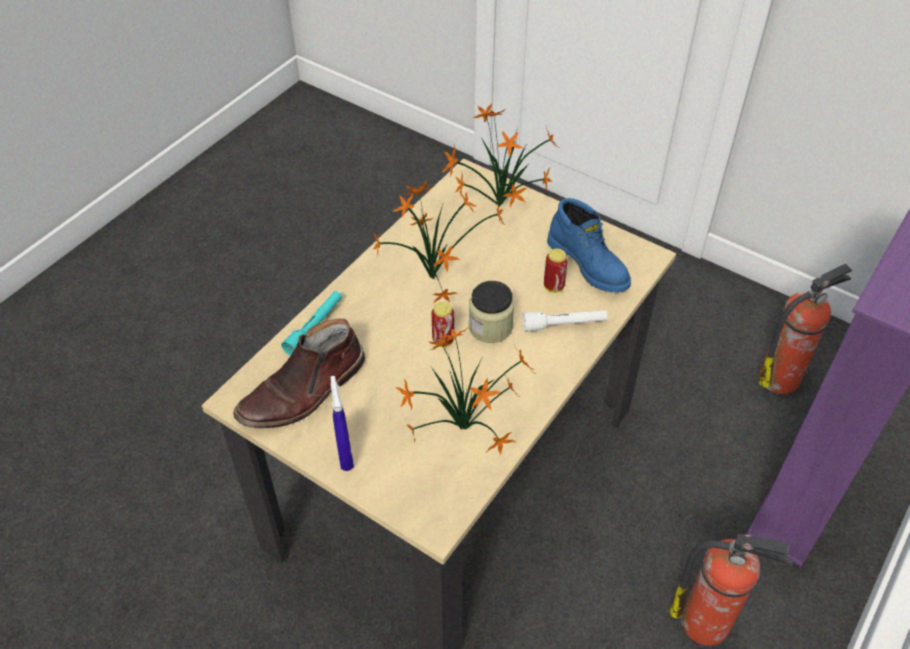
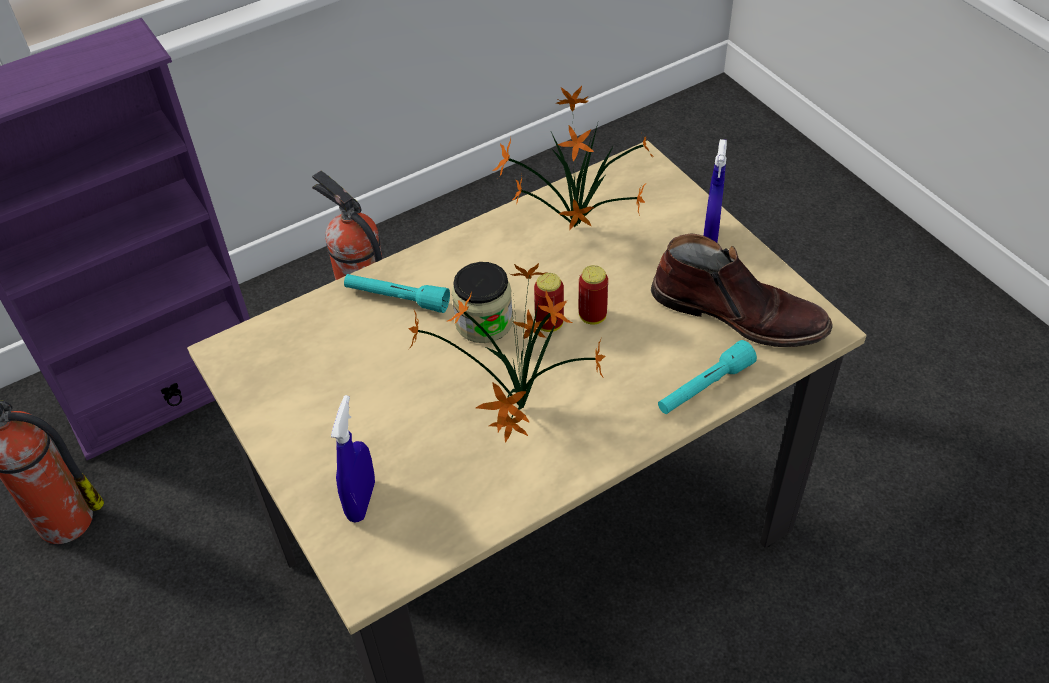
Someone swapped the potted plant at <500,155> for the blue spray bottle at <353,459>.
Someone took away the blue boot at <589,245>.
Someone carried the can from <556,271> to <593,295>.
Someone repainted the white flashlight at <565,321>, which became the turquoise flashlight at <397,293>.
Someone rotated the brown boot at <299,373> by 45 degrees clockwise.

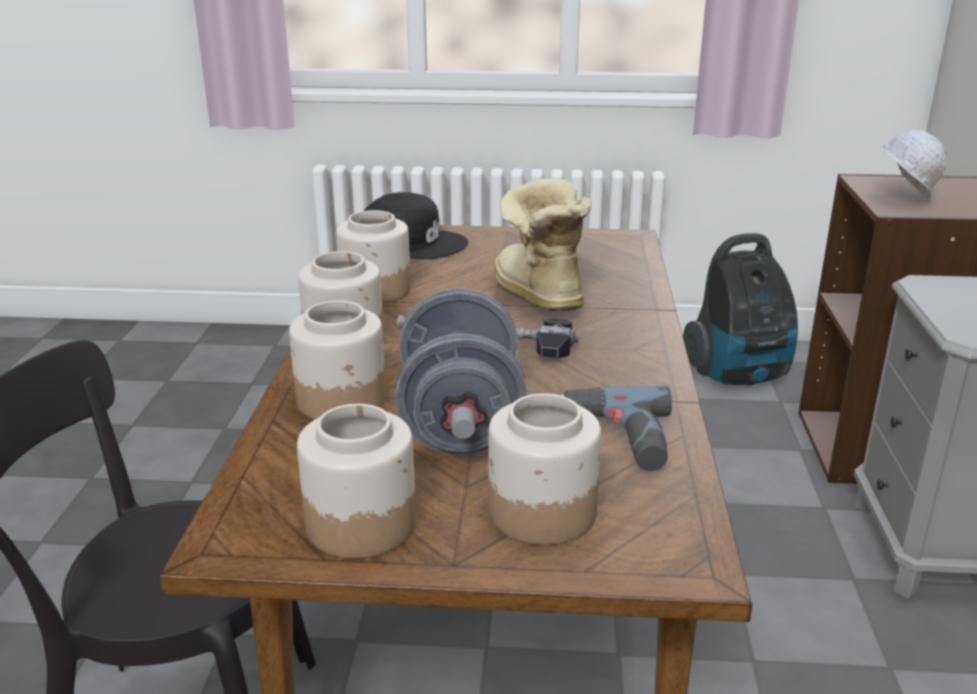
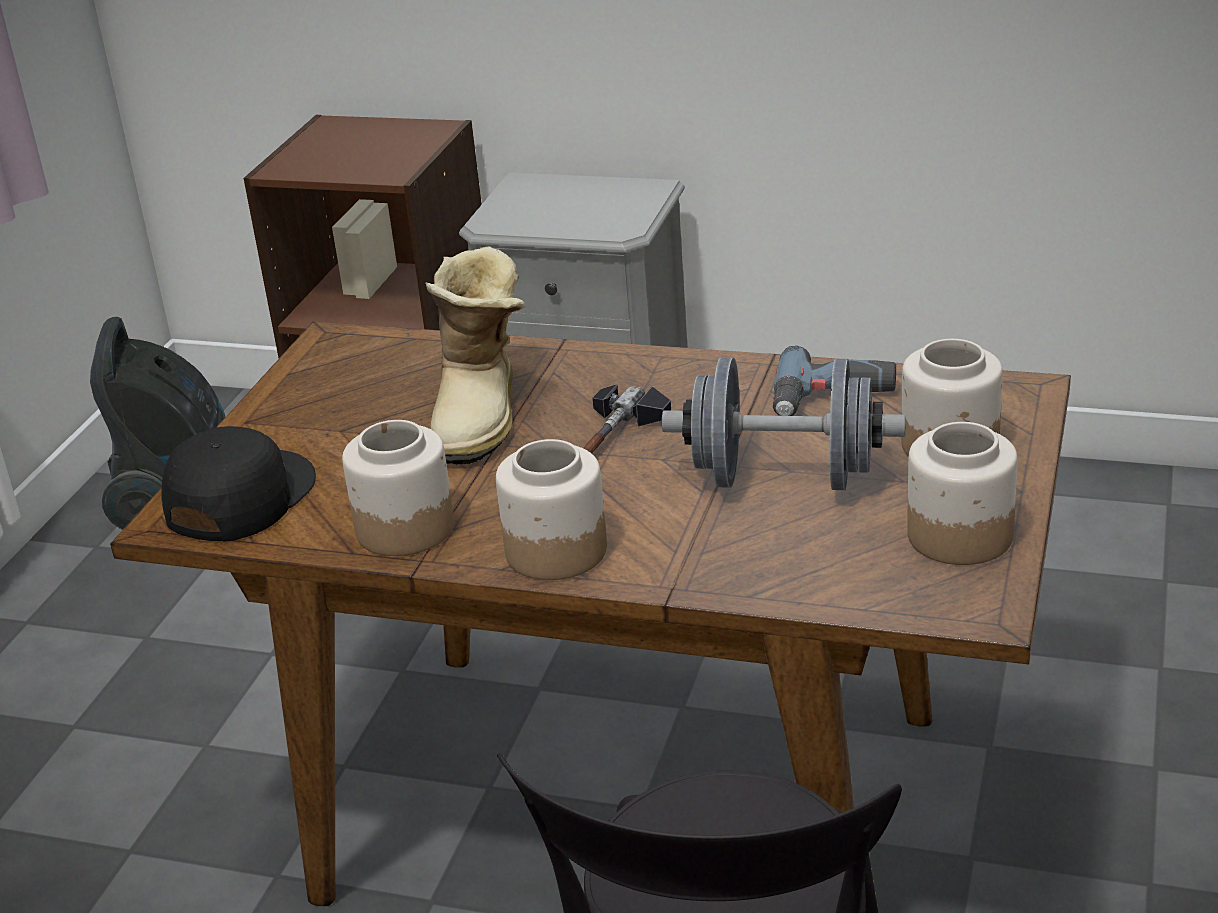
Someone took away the white hard hat at <913,165>.
Someone rotated the boot at <543,244> by 75 degrees counterclockwise.
Someone took away the jar at <337,359>.

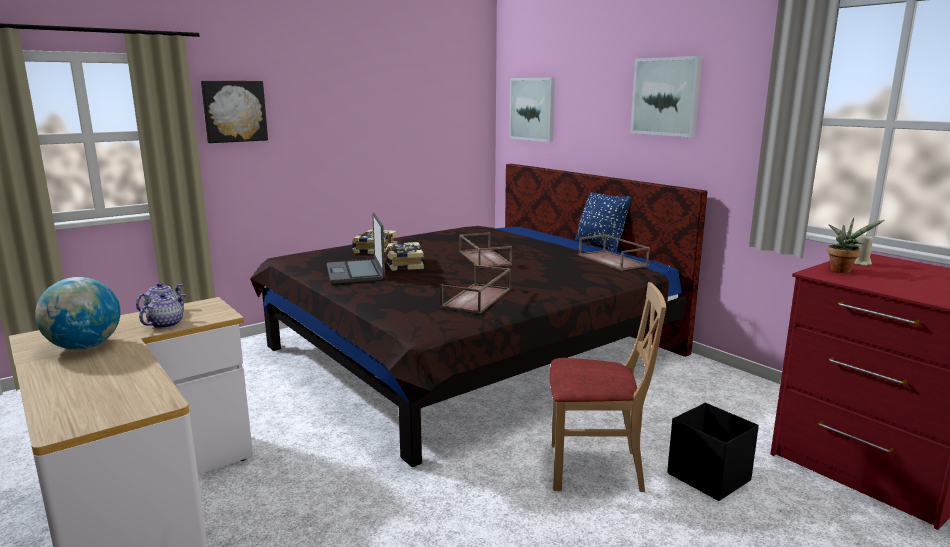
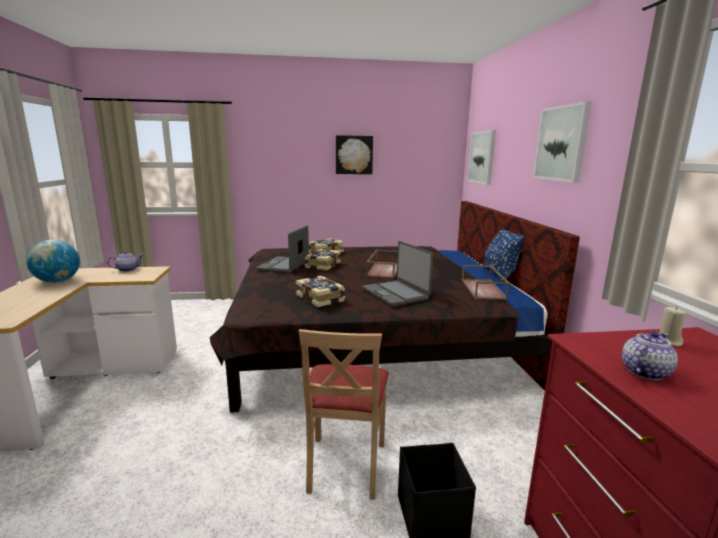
Someone carried the picture from <234,112> to <354,154>.
Someone took away the potted plant at <855,245>.
Someone swapped the brown tray at <475,289> for the book at <320,291>.
Someone rotated the beige chair at <608,387> by 60 degrees clockwise.
Someone carried the teapot from <162,311> to <650,355>.
Someone put down the laptop at <397,273>.

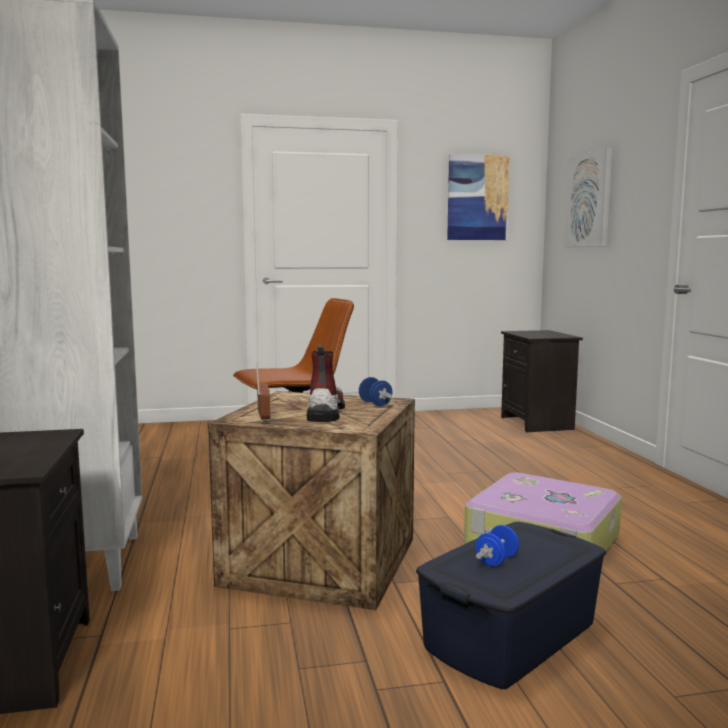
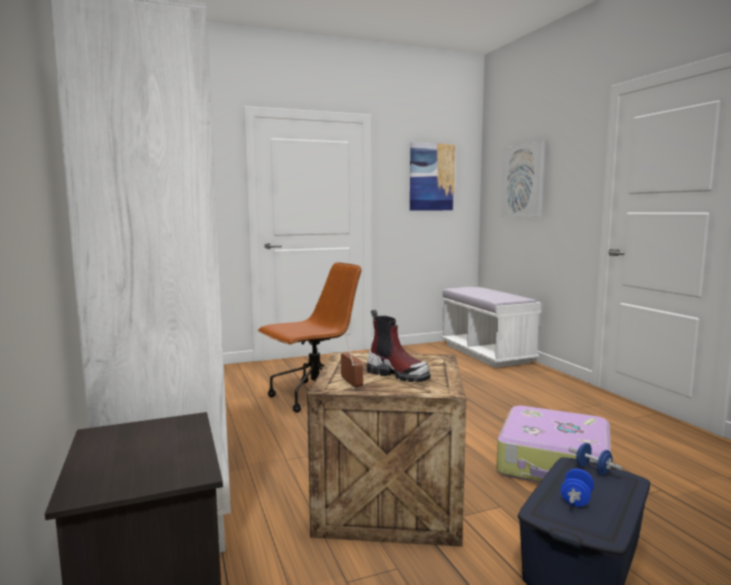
Someone swapped the black nightstand at <542,381> for the white bench at <491,327>.
Someone rotated the boot at <326,384> by 135 degrees clockwise.
Someone carried the blue dumbbell from <375,391> to <595,459>.

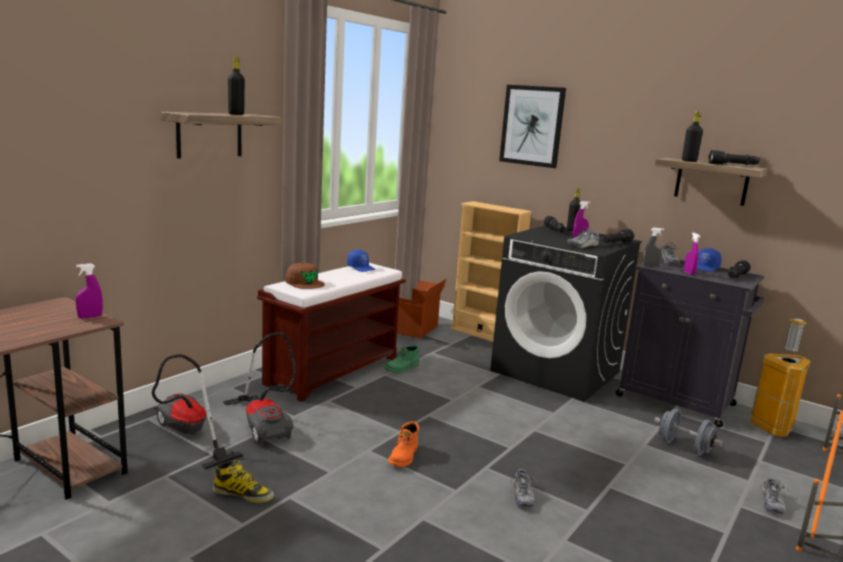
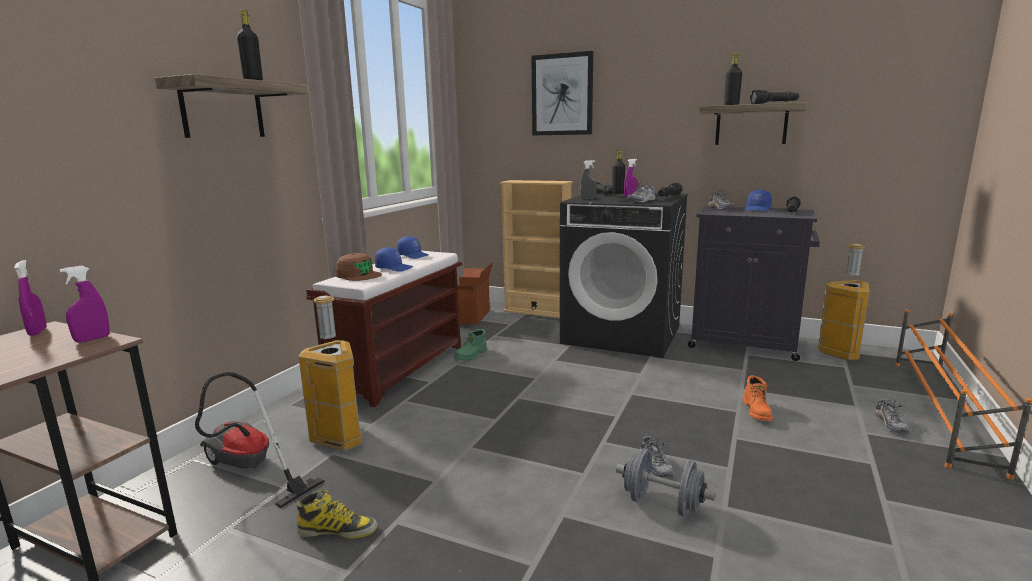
Someone carried the grey spray bottle from <653,248> to <588,179>.
Someone carried the purple spray bottle from <692,253> to <30,298>.
Someone swapped the vacuum cleaner at <259,389> for the trash can at <330,373>.
Someone carried the grey dumbbell from <688,431> to <666,482>.
Someone carried the orange boot from <403,444> to <757,398>.
Someone put down the blue cap at <394,259>.

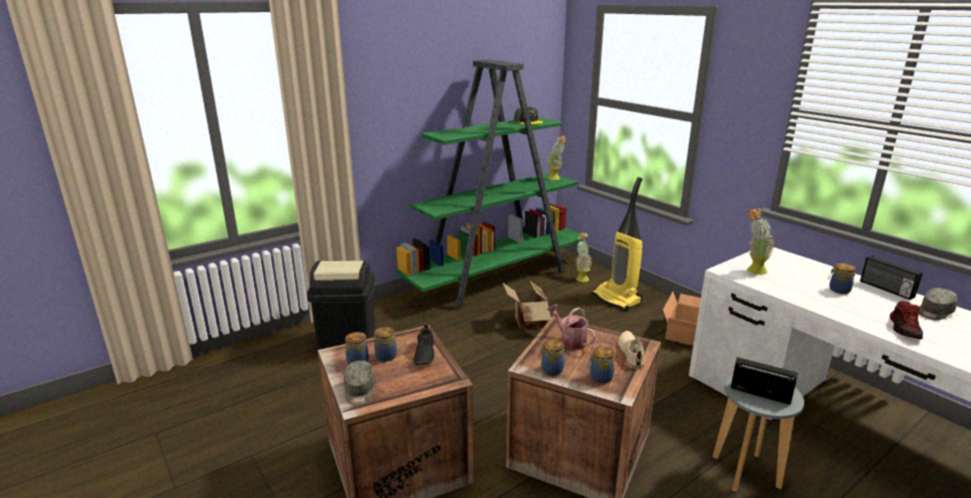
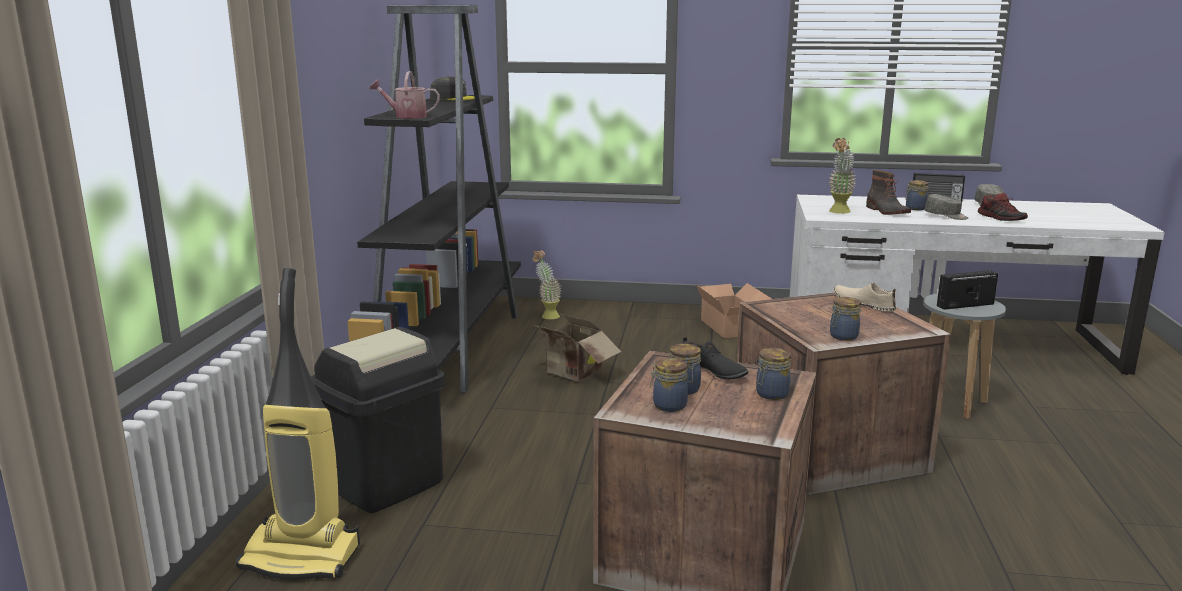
Someone repainted the green bookcase at <491,185>, which became the black bookcase at <434,199>.
Someone took away the potted plant at <556,157>.
Someone carried the vacuum cleaner from <617,244> to <298,424>.
Someone carried the watering can from <571,327> to <404,95>.
Someone carried the jar from <601,364> to <773,374>.
Someone carried the grey cap from <359,383> to <946,207>.
Someone put down the boot at <888,192>.

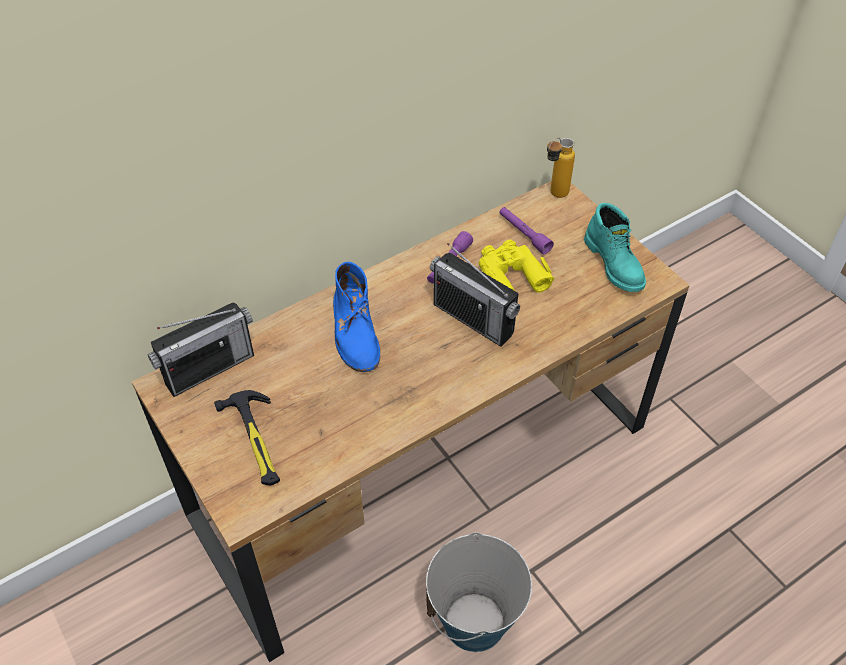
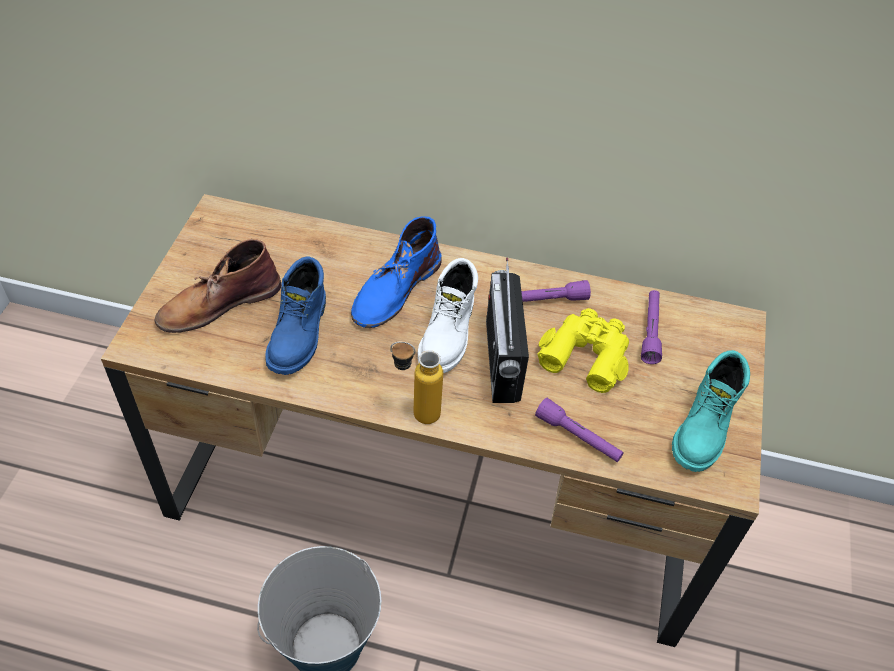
Someone carried the bottle from <561,168> to <416,382>.
Someone took away the radio at <200,349>.
Someone swapped the hammer at <247,438> for the brown boot at <218,286>.
Someone put down the blue boot at <296,316>.
Someone put down the white boot at <448,315>.
Someone put down the purple flashlight at <579,430>.

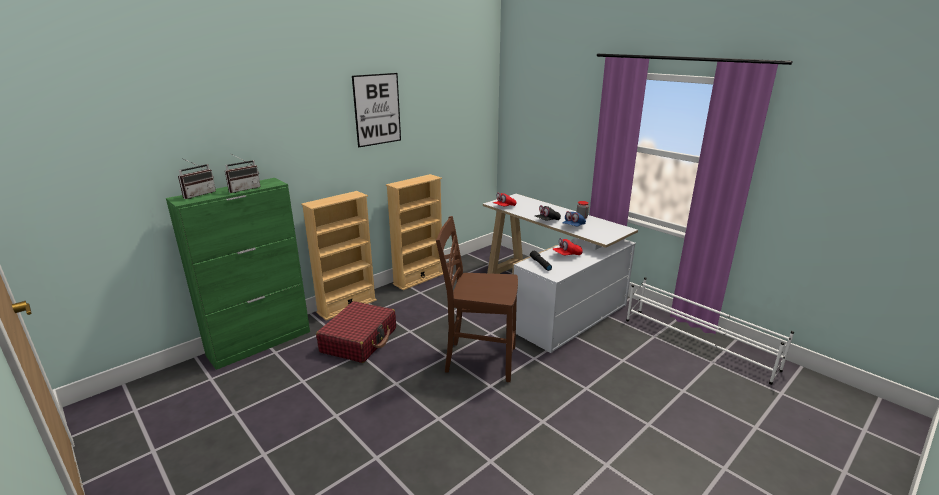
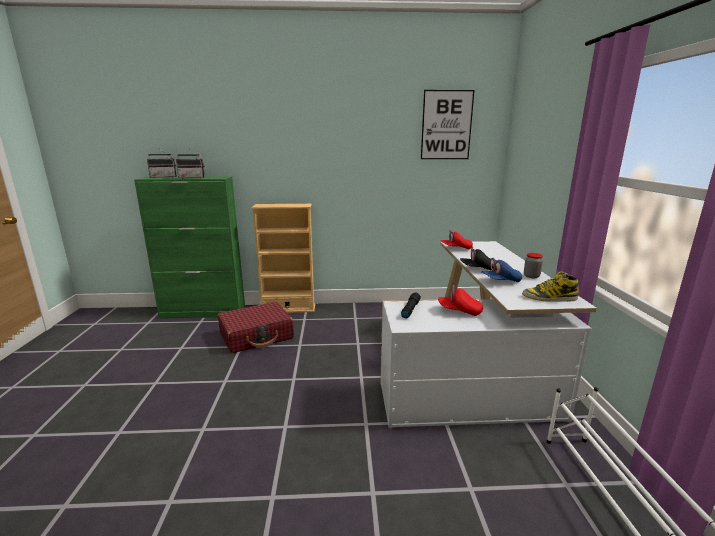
Someone carried the picture from <376,110> to <447,124>.
Someone took away the beige bookcase at <414,232>.
Someone took away the brown chair at <477,299>.
Someone put down the boot at <550,287>.

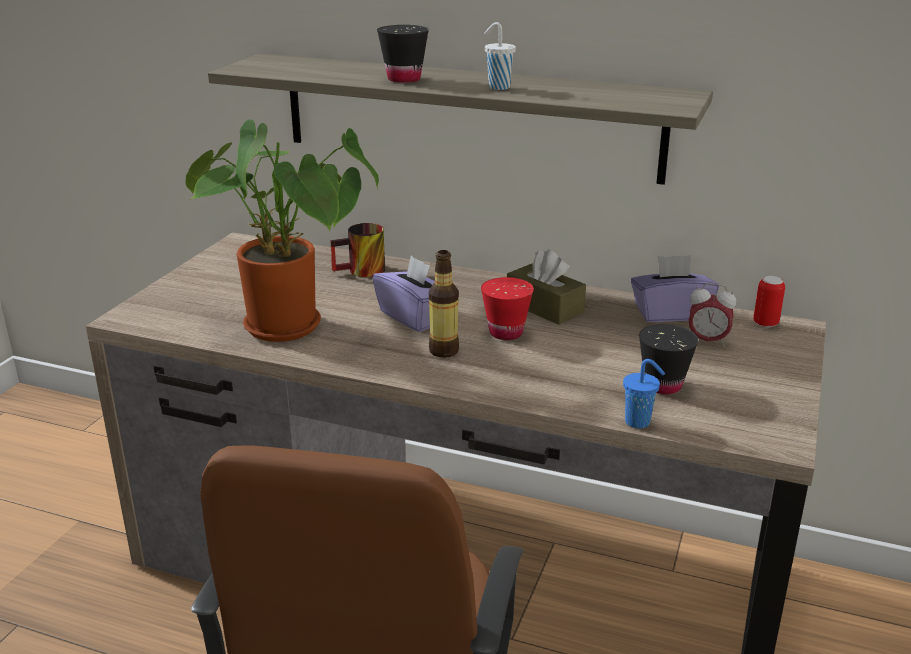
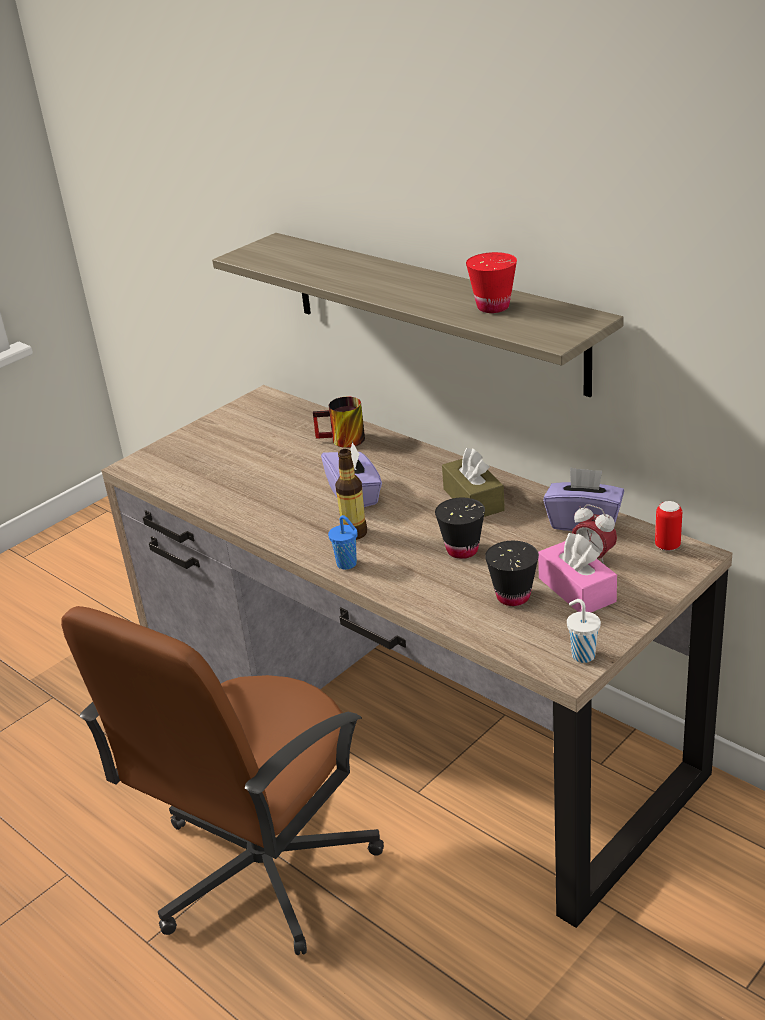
Someone carried the white cup from <500,56> to <584,631>.
Someone carried the black cup from <403,54> to <460,528>.
Someone took away the potted plant at <282,230>.
Someone carried the red cup from <507,308> to <491,282>.
Someone carried the blue cup from <644,393> to <343,542>.
Someone put down the pink tissue box at <577,572>.

